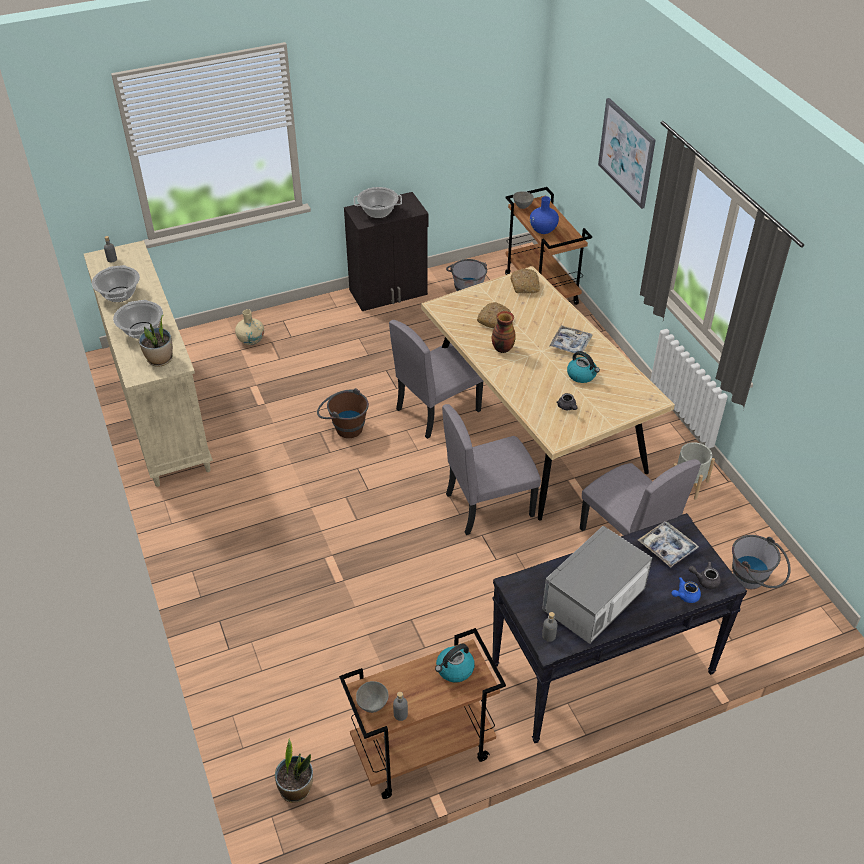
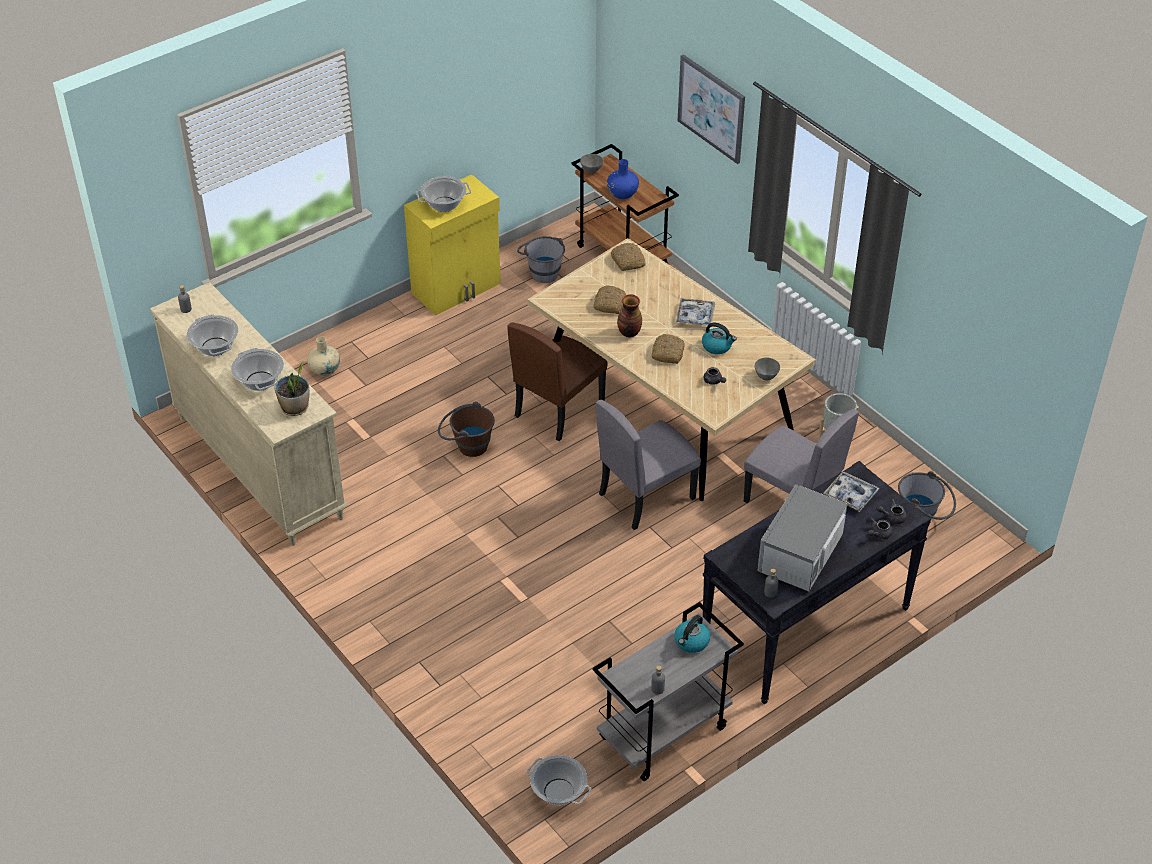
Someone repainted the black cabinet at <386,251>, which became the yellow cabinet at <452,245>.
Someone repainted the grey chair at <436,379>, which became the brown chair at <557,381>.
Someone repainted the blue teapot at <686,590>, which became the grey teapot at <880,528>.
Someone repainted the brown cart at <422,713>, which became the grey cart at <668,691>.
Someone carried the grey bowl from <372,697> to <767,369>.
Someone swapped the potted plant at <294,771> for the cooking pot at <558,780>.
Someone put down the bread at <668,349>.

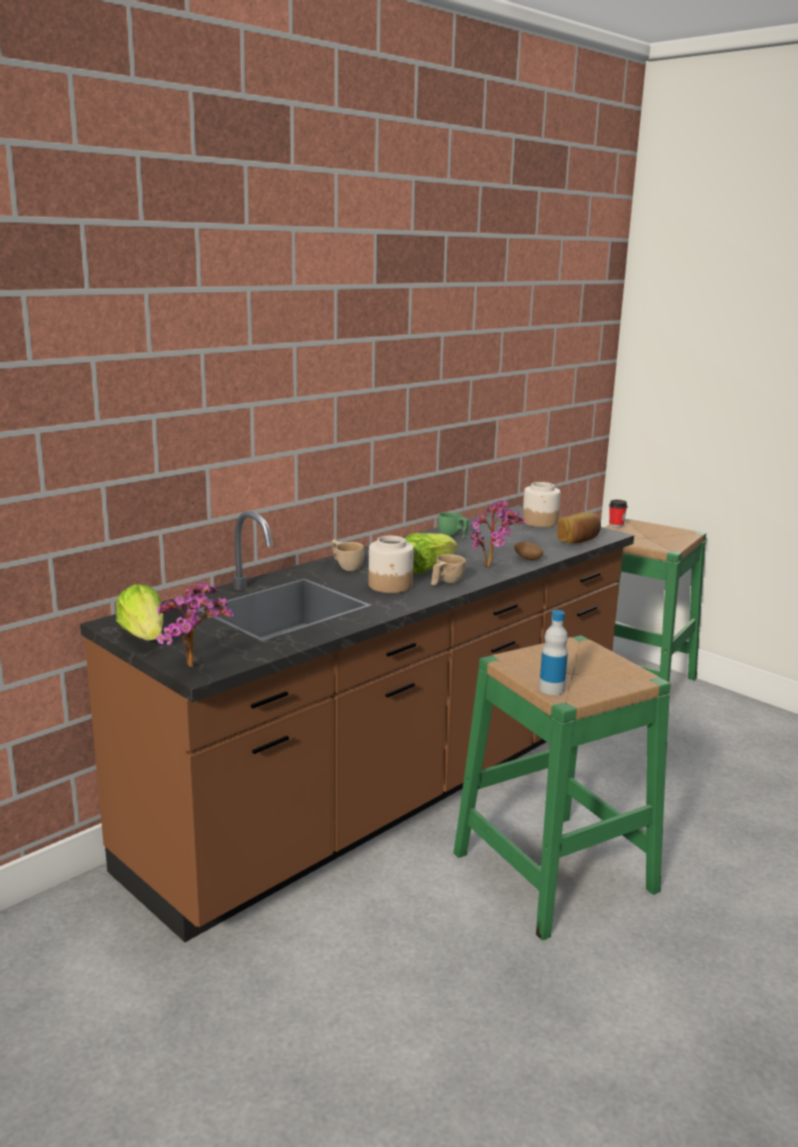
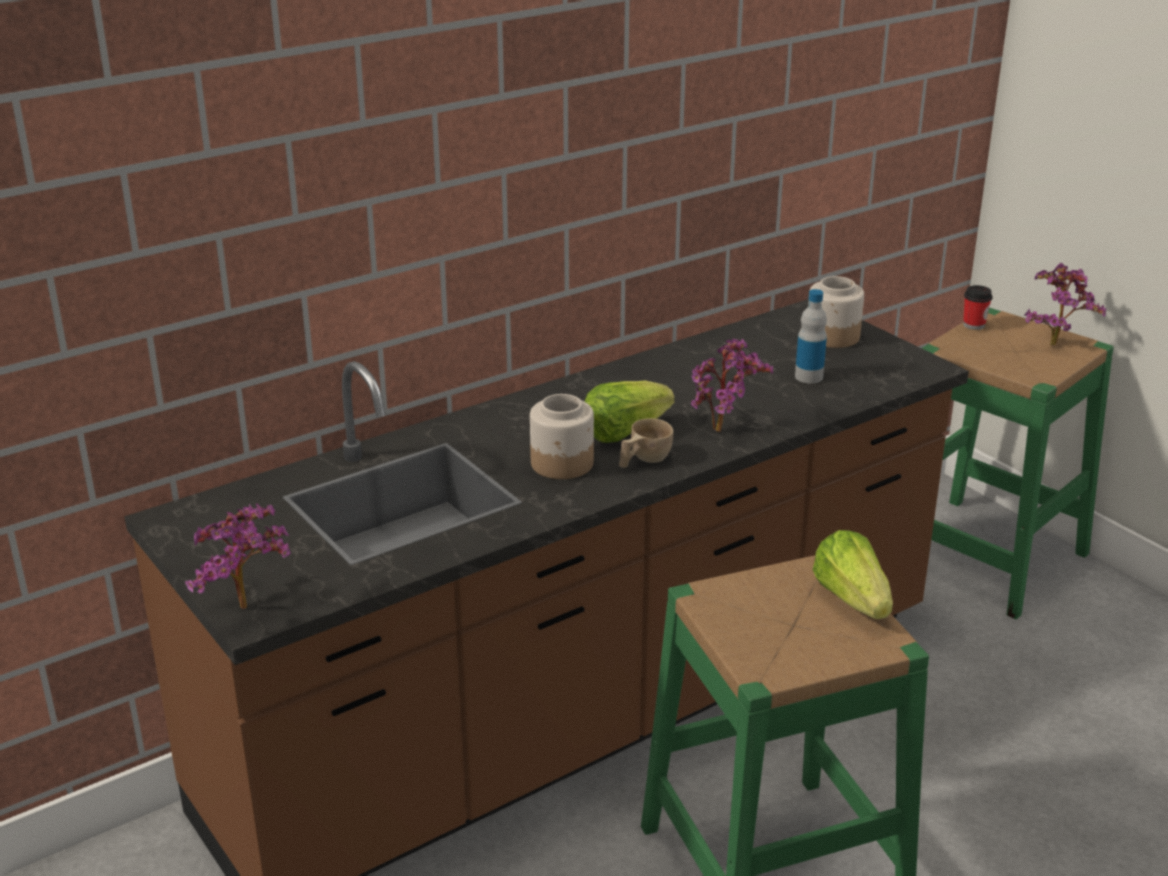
Someone took away the green cup at <453,525>.
Someone took away the bread at <579,528>.
Someone took away the beige cup at <348,555>.
Someone took away the potato at <528,551>.
Someone carried the lettuce from <139,612> to <853,574>.
Someone carried the bottle from <553,652> to <811,336>.
Someone put down the potted plant at <1065,304>.

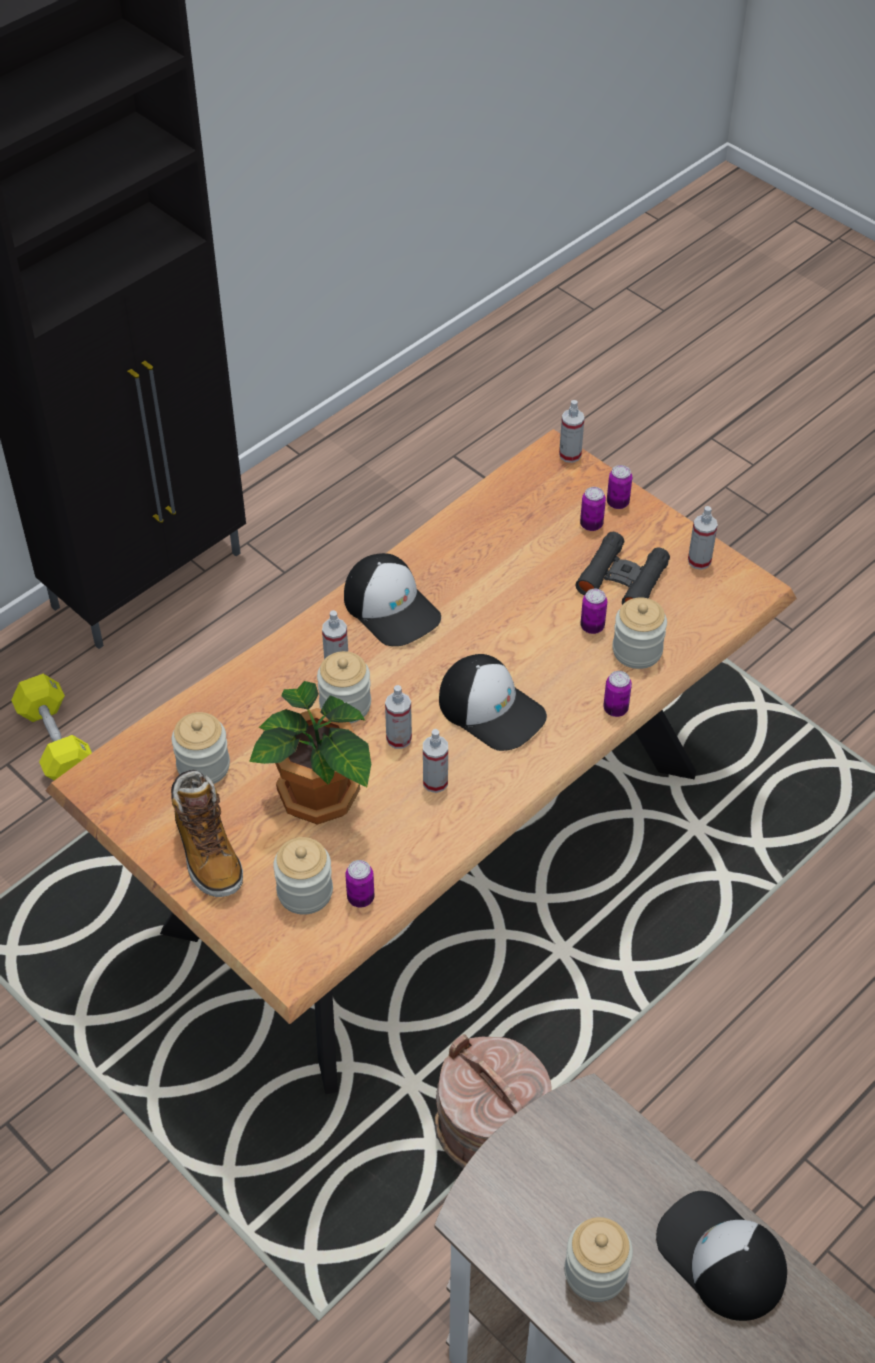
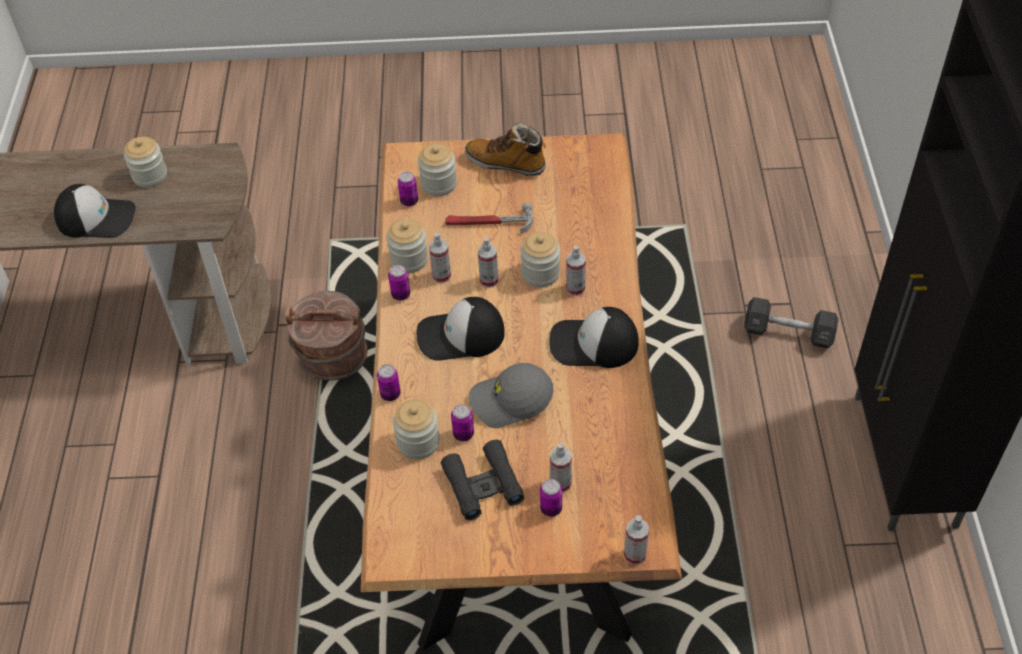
Someone carried the can from <619,487> to <399,283>.
Someone carried the spray bottle from <703,538> to <561,468>.
Someone repainted the yellow dumbbell at <51,727>, which became the black dumbbell at <791,323>.
Someone swapped the potted plant at <310,753> for the hammer at <489,218>.
Someone carried the jar from <201,748> to <407,245>.
Someone put down the grey cap at <511,395>.

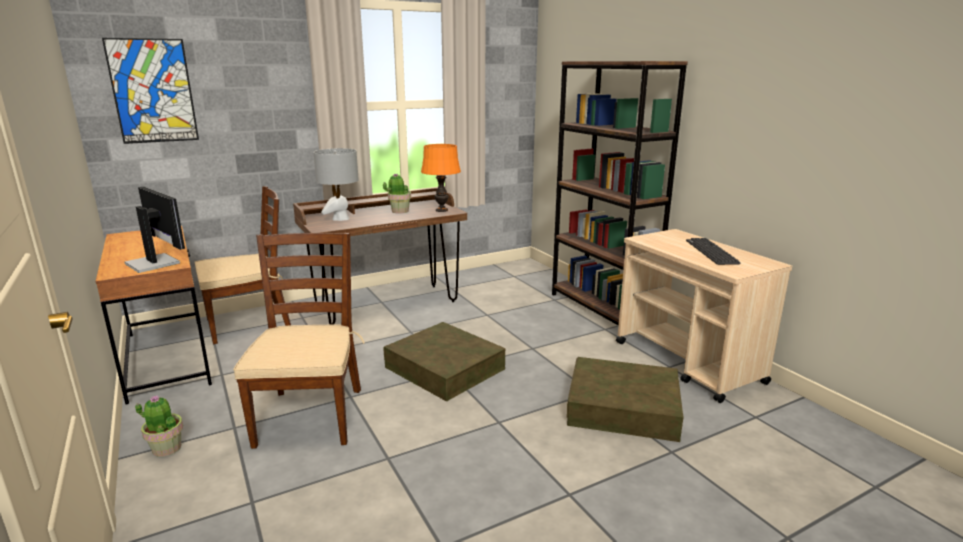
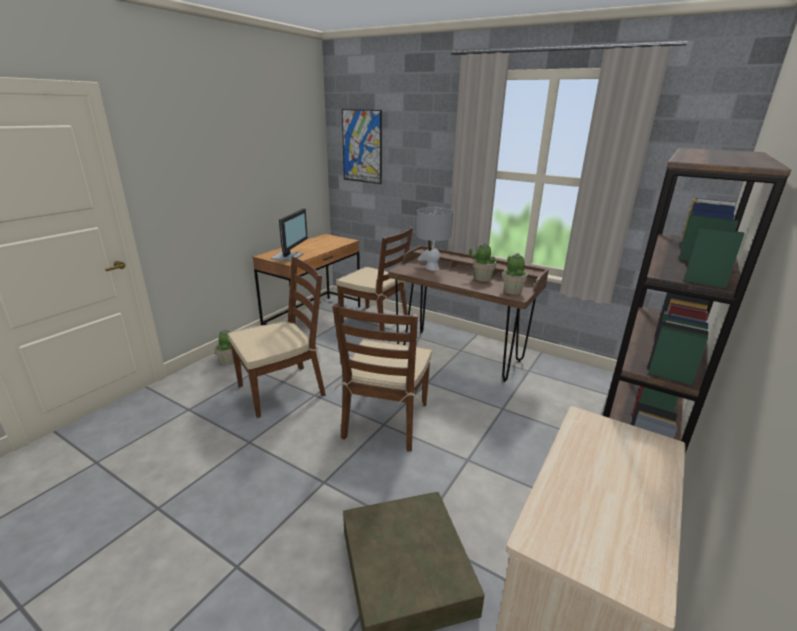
Someone swapped the orange table lamp at <441,178> for the potted plant at <515,274>.
Someone took away the keyboard at <713,251>.
Someone swapped the brown storage box at <444,361> for the brown chair at <382,377>.

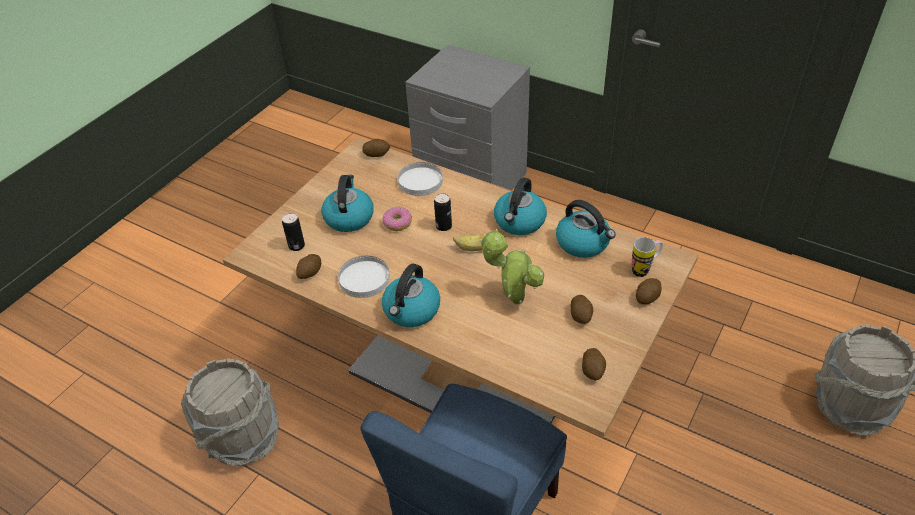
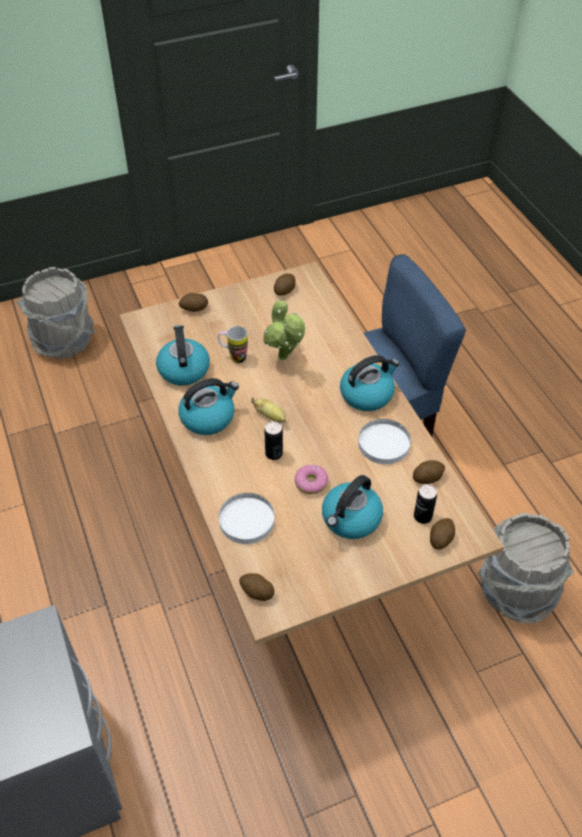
Someone carried the mug from <647,257> to <233,344>.
Someone carried the potato from <582,309> to <442,533>.

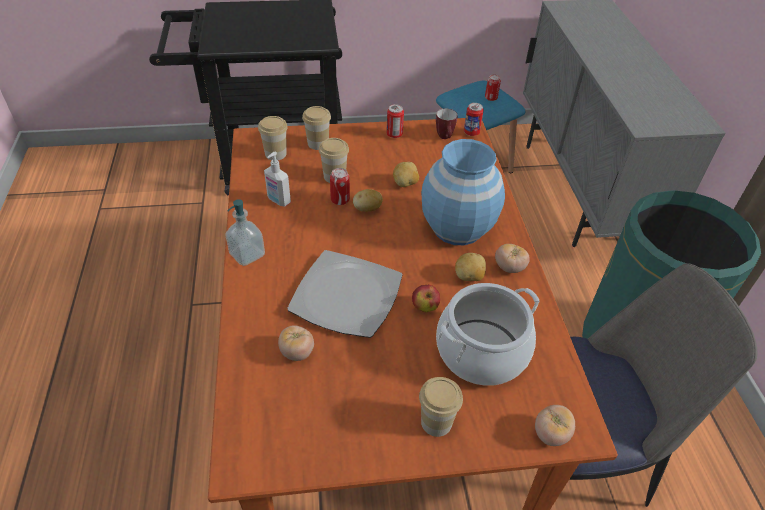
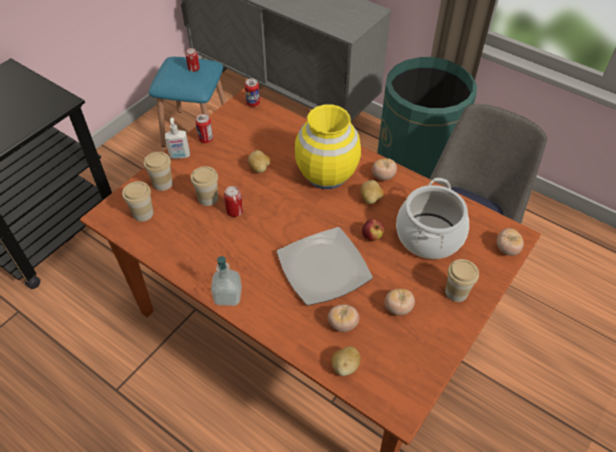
Someone took away the mug at <447,124>.
Someone repainted the blue vase at <463,192>, which became the yellow vase at <328,146>.
Someone carried the soap dispenser from <277,179> to <177,138>.
Someone carried the potato from <368,200> to <346,361>.
Someone put down the tomato at <400,302>.

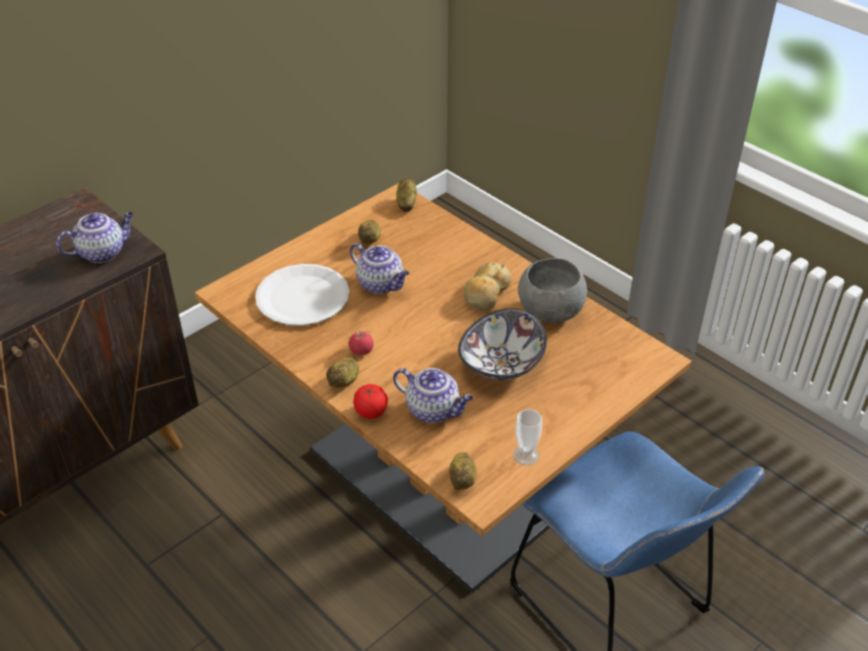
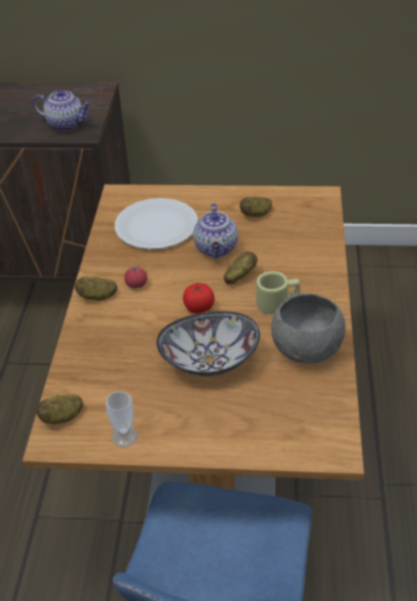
Someone carried the potato from <407,195> to <240,267>.
Someone swapped the bread at <487,286> for the beige mug at <278,292>.
Someone took away the teapot at <433,395>.
Someone carried the tomato from <371,401> to <198,298>.

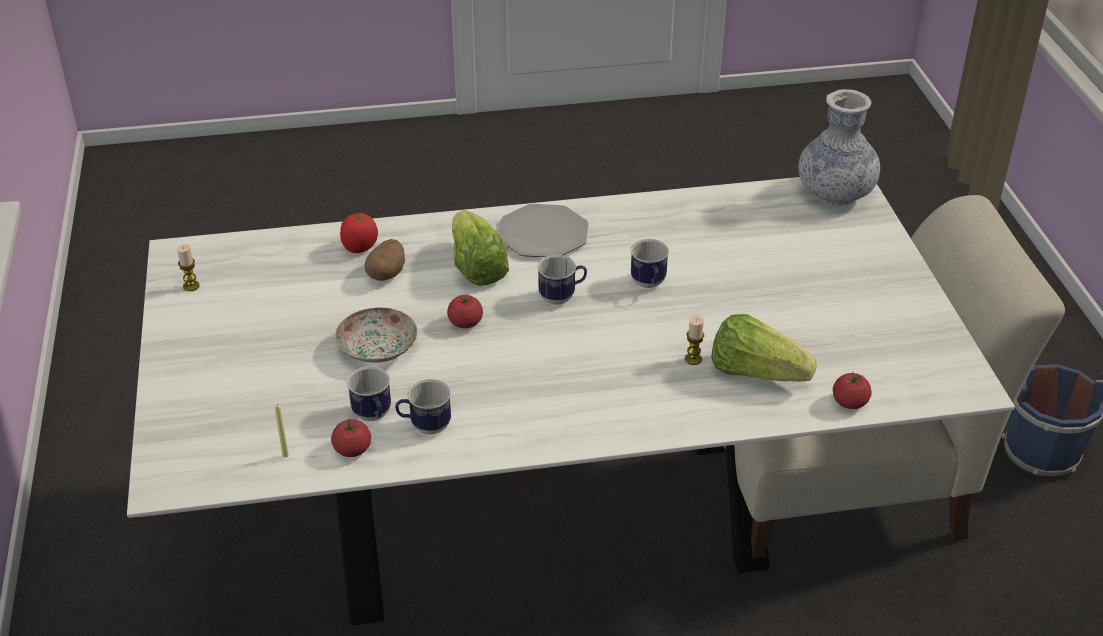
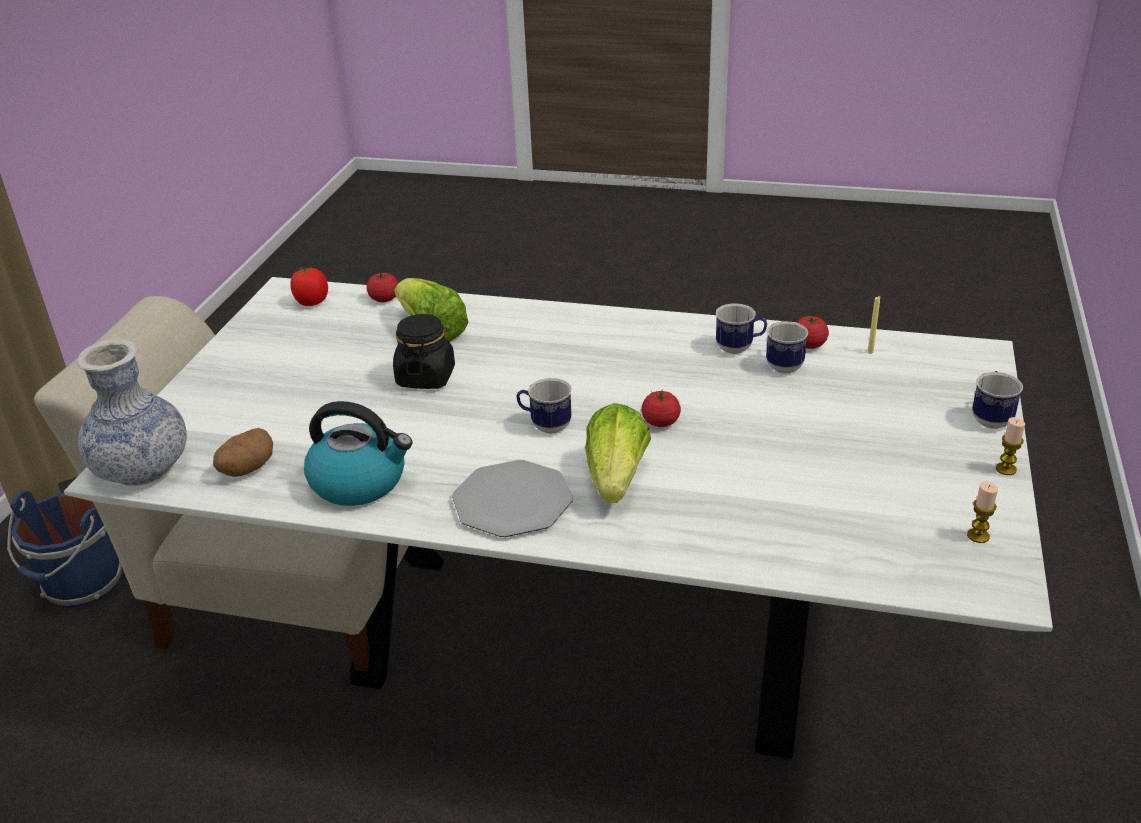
Someone carried the tomato from <359,233> to <309,286>.
Someone carried the potato from <384,260> to <243,452>.
Someone carried the mug from <649,263> to <997,400>.
Someone took away the plate at <376,335>.
Someone carried the candle from <694,340> to <1010,446>.
Someone put down the black jar at <424,351>.
Someone put down the kettle at <358,453>.

